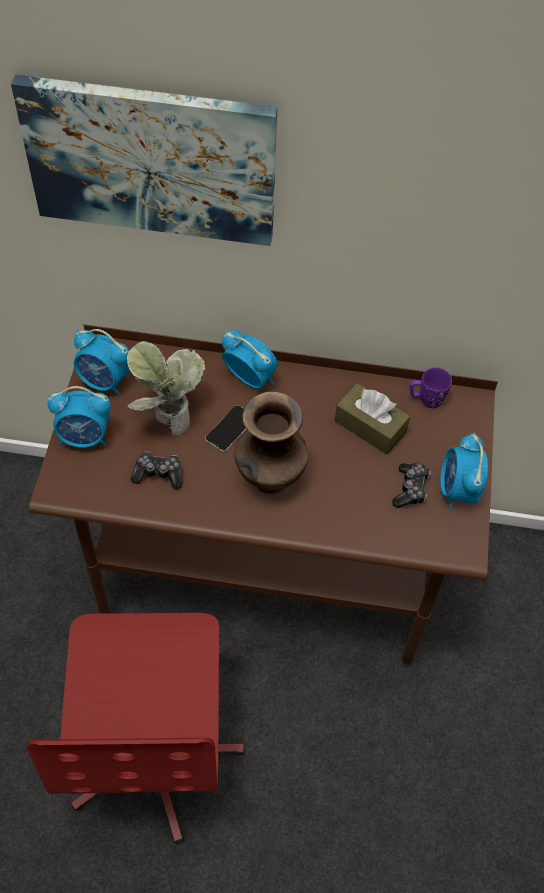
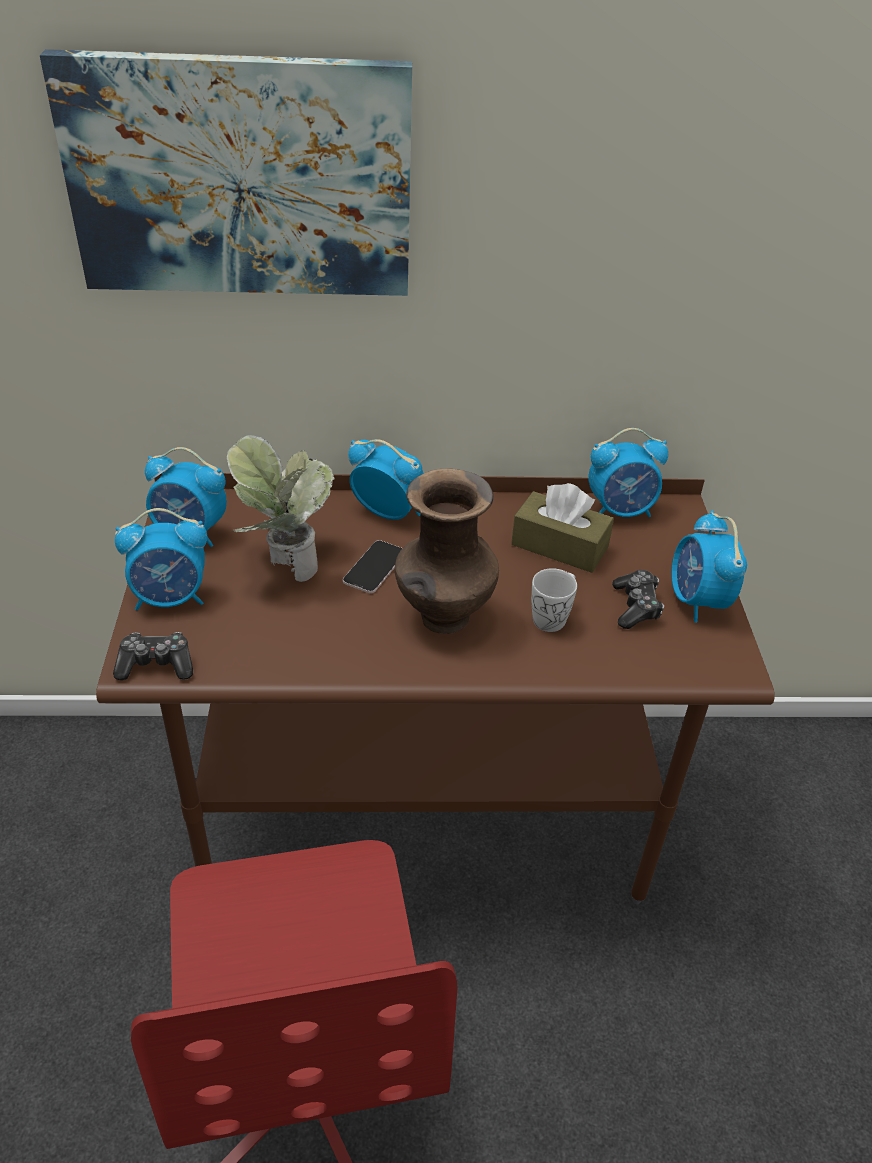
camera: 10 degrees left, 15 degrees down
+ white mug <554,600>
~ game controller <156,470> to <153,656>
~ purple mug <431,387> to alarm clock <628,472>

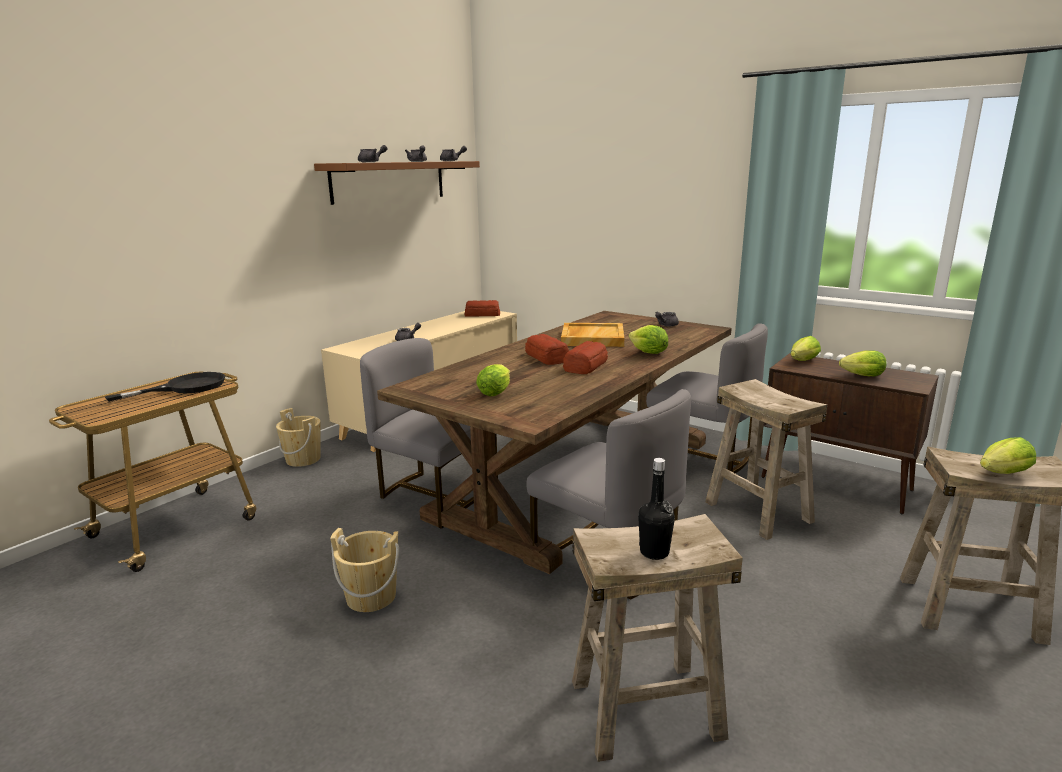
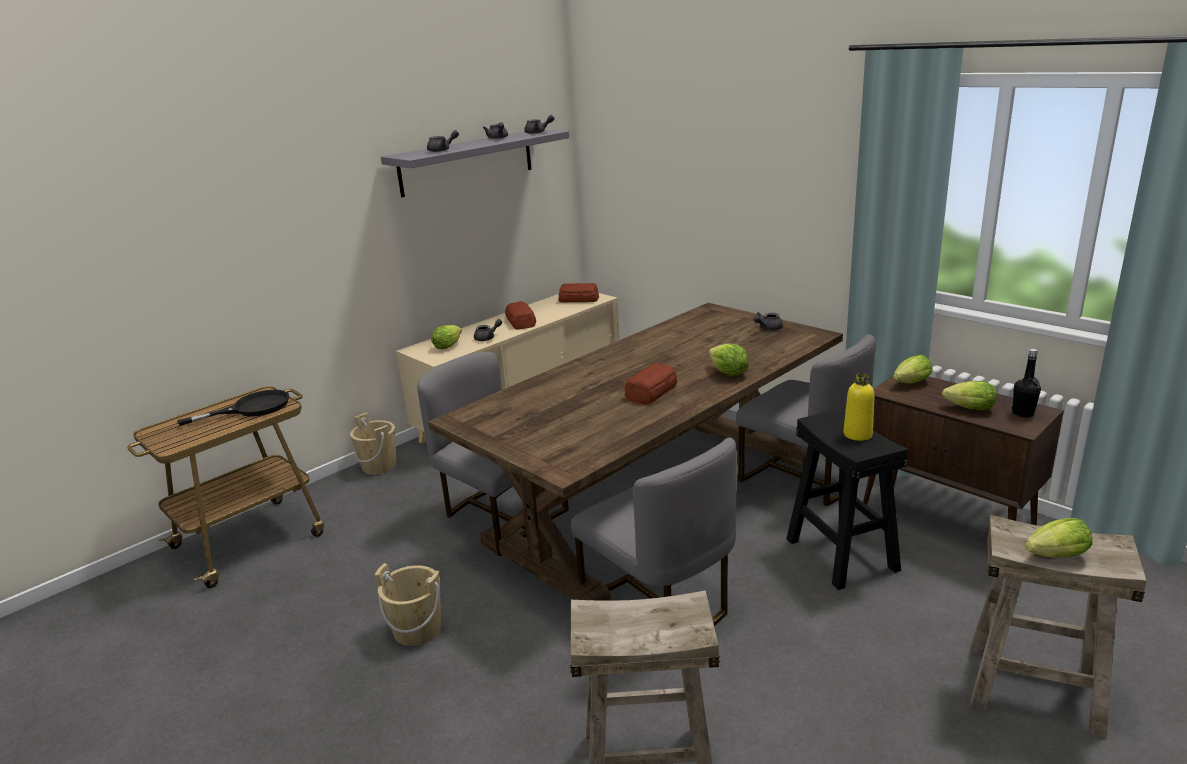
camera: 10 degrees right, 5 degrees up
- beige tray <592,335>
+ yellow bottle <858,407>
~ lettuce <493,380> to <446,337>
~ bread <547,349> to <520,315>
~ black bottle <656,509> to <1026,383>
~ brown shelf <397,183> to grey shelf <475,163>
~ beige stool <766,459> to black stool <847,499>

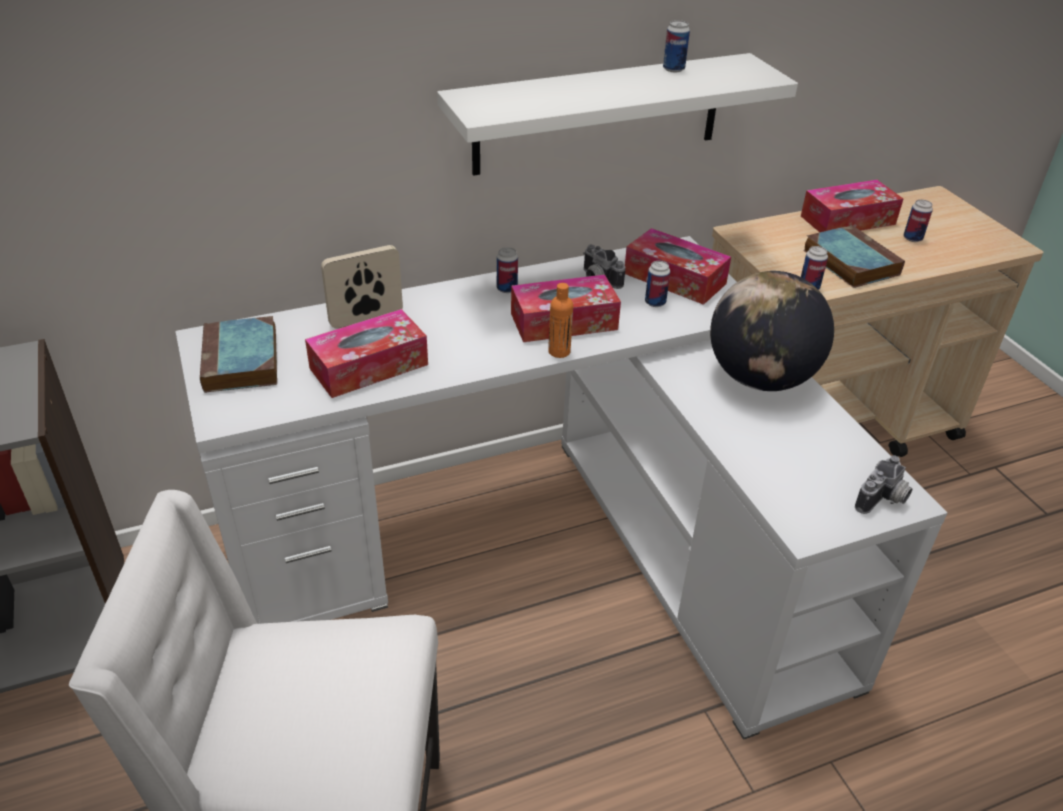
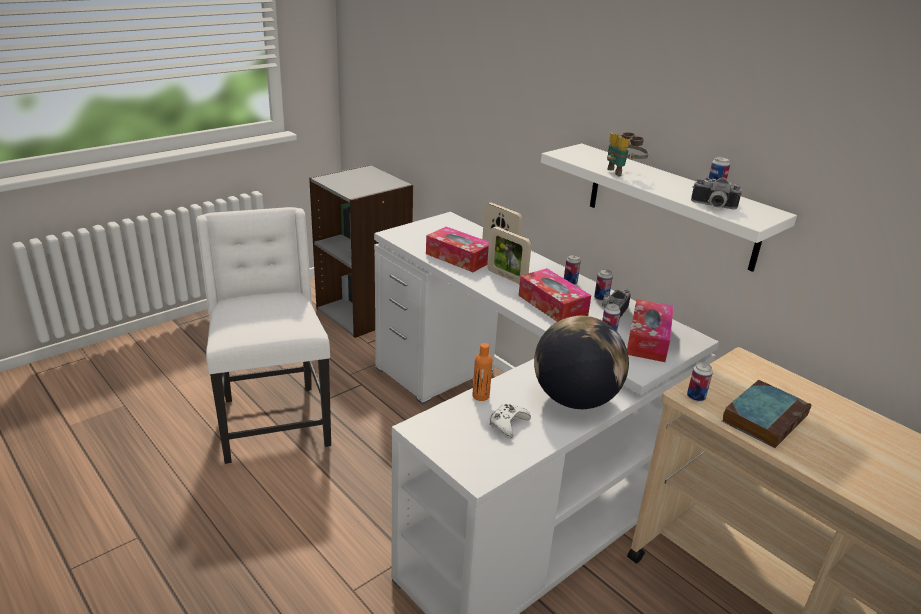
camera: 70 degrees right, 10 degrees down
- book <238,354>
- tissue box <852,206>
+ picture frame <509,255>
+ white game controller <510,421>
+ binoculars <628,154>
~ orange bottle <560,320> to <482,372>
~ photo camera <884,484> to <716,193>
~ can <918,220> to <603,285>

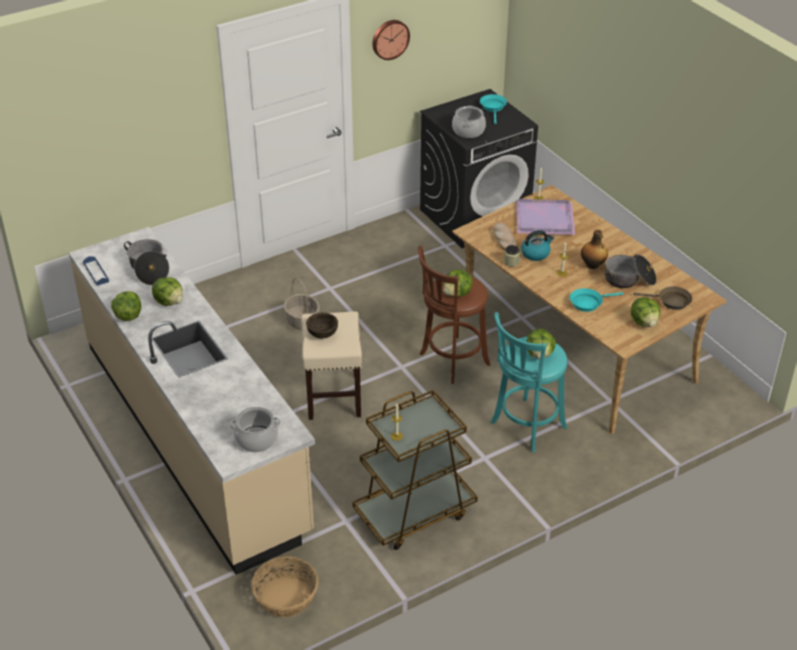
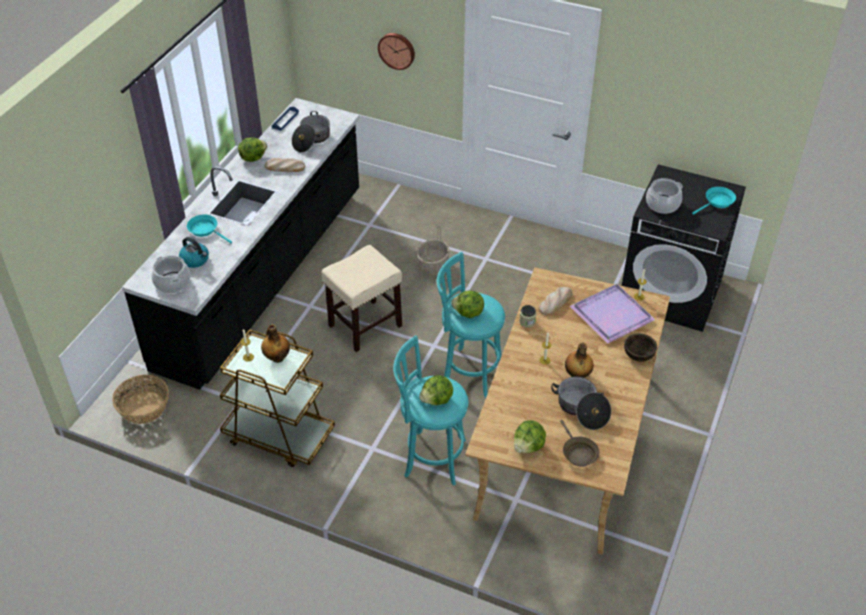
camera: 55 degrees right, 5 degrees up
+ bottle <275,343>
~ brown bowl <322,325> to <640,347>
~ wall clock <391,40> to <396,51>
~ kettle <537,245> to <194,252>
~ turquoise frying pan <596,300> to <209,229>
~ lettuce <167,291> to bread <285,165>
~ beige counter <192,401> to black counter <241,244>
~ brown stool <454,314> to turquoise stool <471,325>

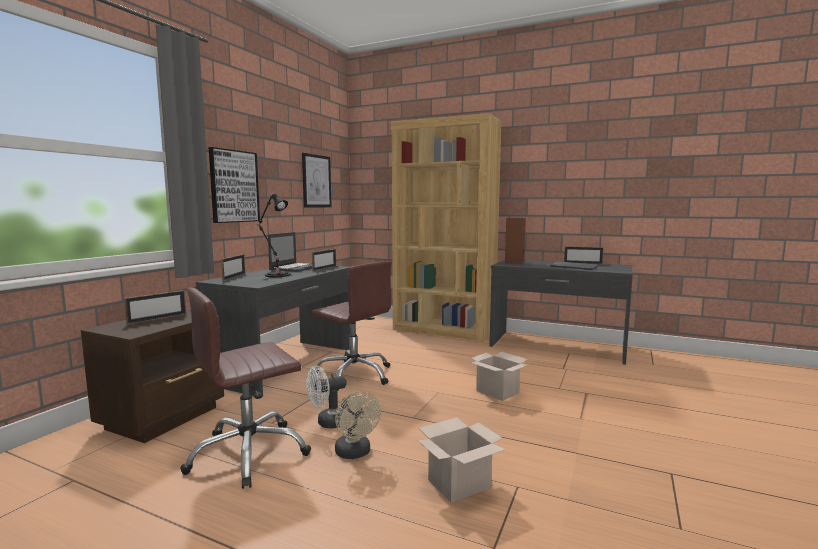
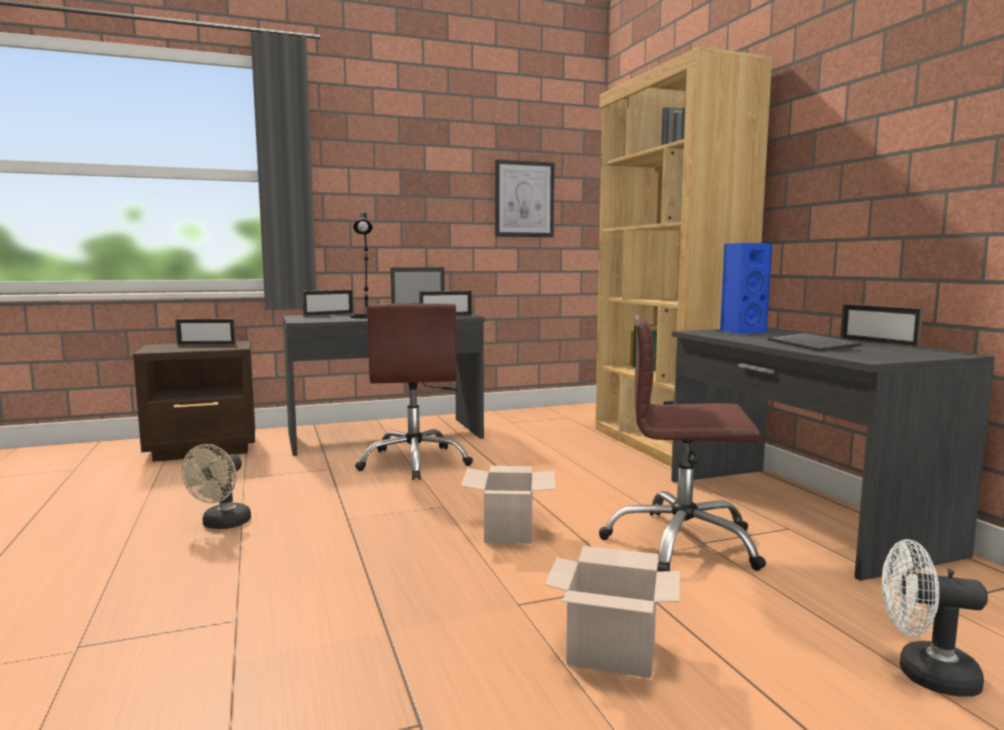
camera: 45 degrees right, 0 degrees up
- picture <234,185>
~ brown office chair <245,388> to <682,443>
~ white fan <326,397> to <935,618>
~ cardboard box <462,460> to <612,612>
~ brown speaker <515,241> to blue speaker <746,288>

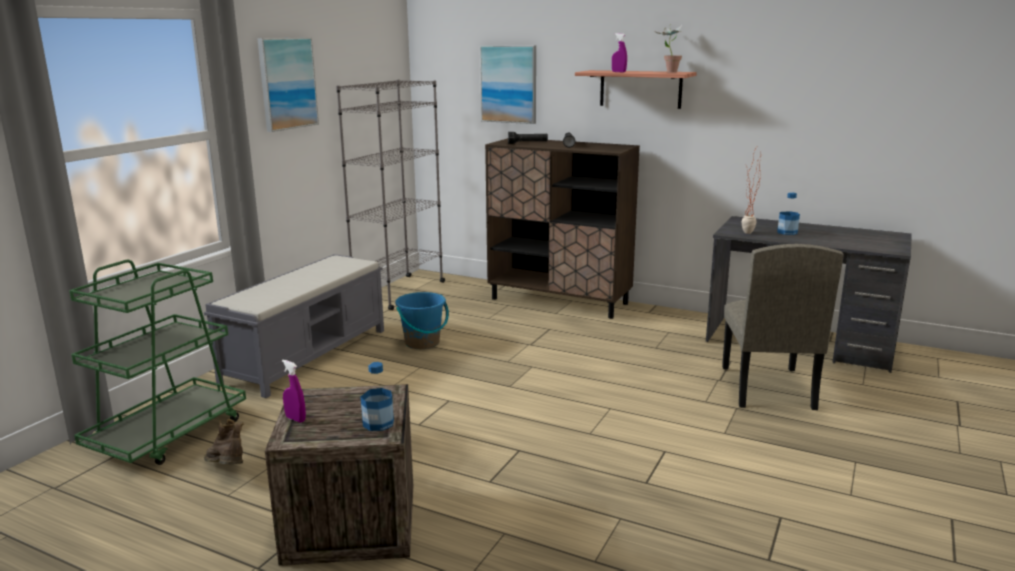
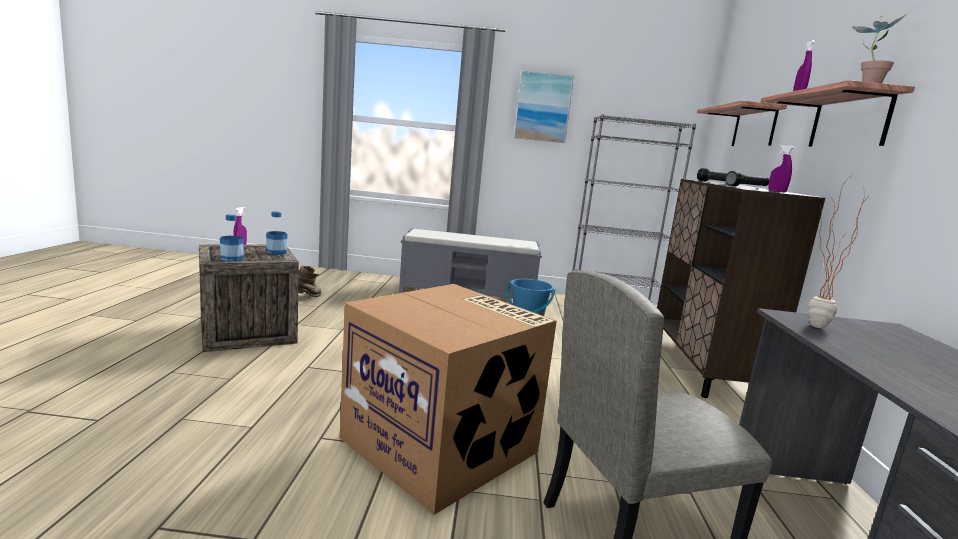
camera: 65 degrees right, 5 degrees down
- green cart <157,362>
+ cardboard box <448,399>
+ purple spray bottle <781,168>
~ bottle <788,213> to <276,233>
~ picture <508,84> to shelf <742,123>

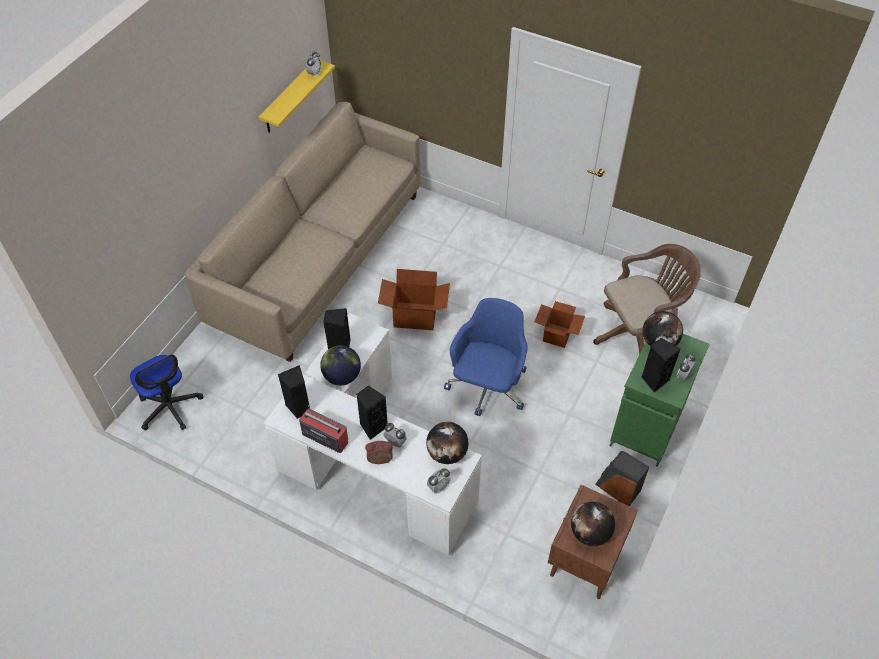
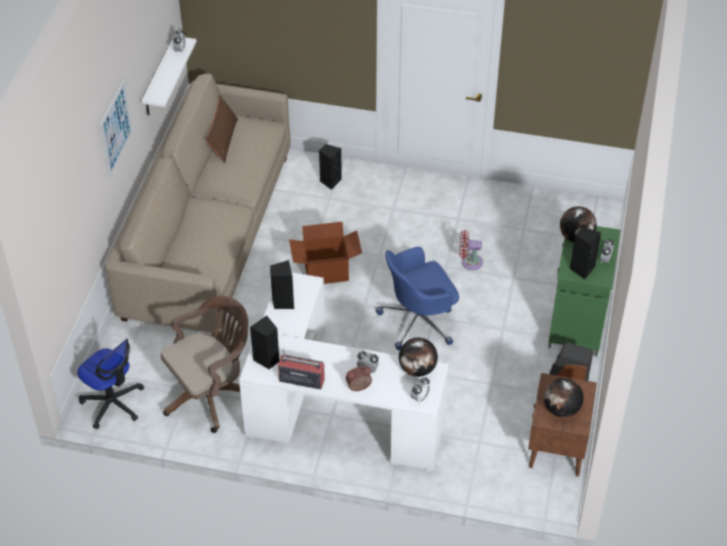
camera: 15 degrees left, 5 degrees down
- globe <340,365>
+ picture <116,128>
+ brown pillow <222,130>
~ black speaker <372,413> to <330,167>
~ brown office chair <647,299> to <204,364>
~ cardboard box <559,324> to red fan <471,250>
~ yellow shelf <297,96> to white shelf <169,76>
~ blue office chair <485,357> = <417,298> 120 degrees counterclockwise

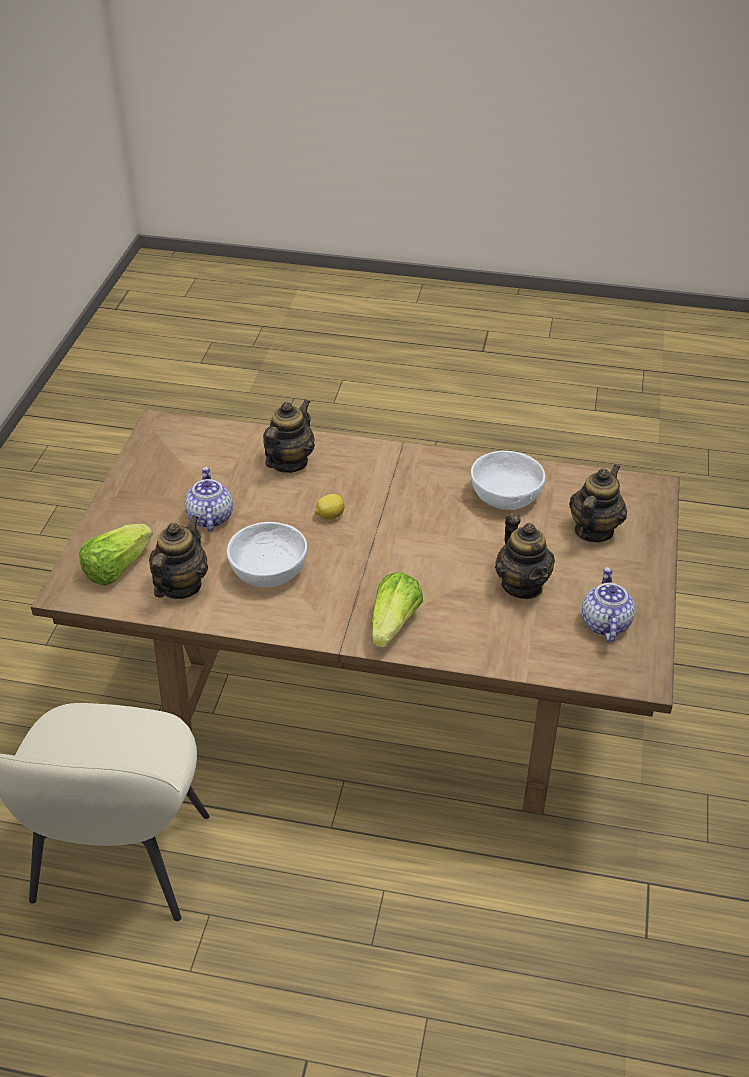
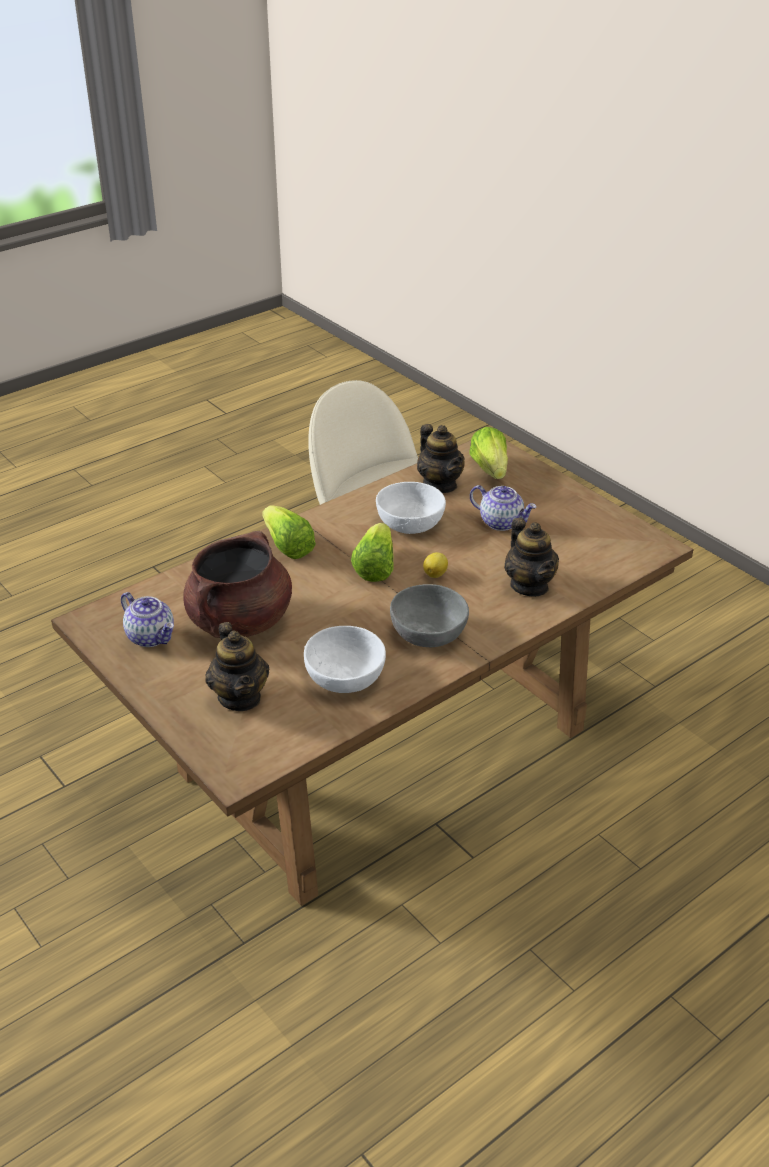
camera: 130 degrees right, 5 degrees down
+ lettuce <372,552>
+ grey bowl <429,615>
~ teapot <525,556> to brown cooking pot <237,584>

